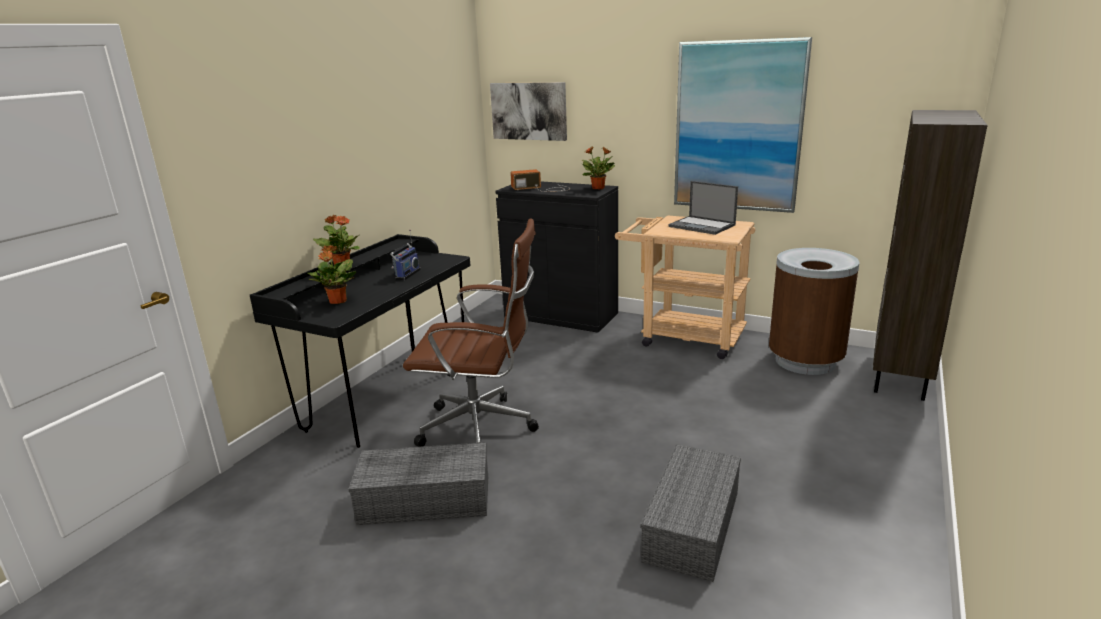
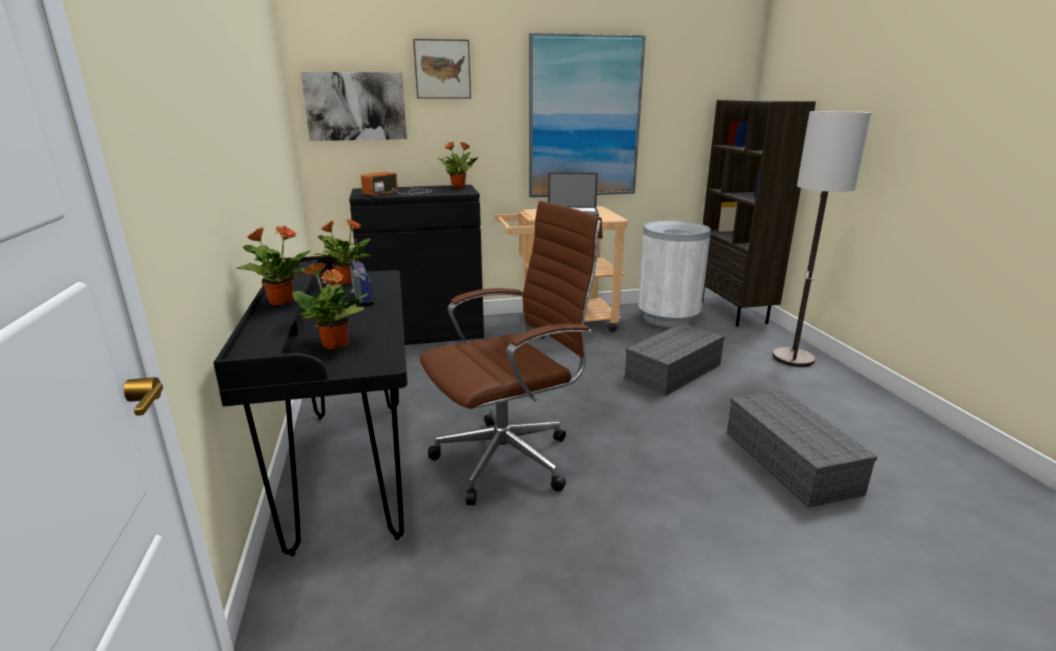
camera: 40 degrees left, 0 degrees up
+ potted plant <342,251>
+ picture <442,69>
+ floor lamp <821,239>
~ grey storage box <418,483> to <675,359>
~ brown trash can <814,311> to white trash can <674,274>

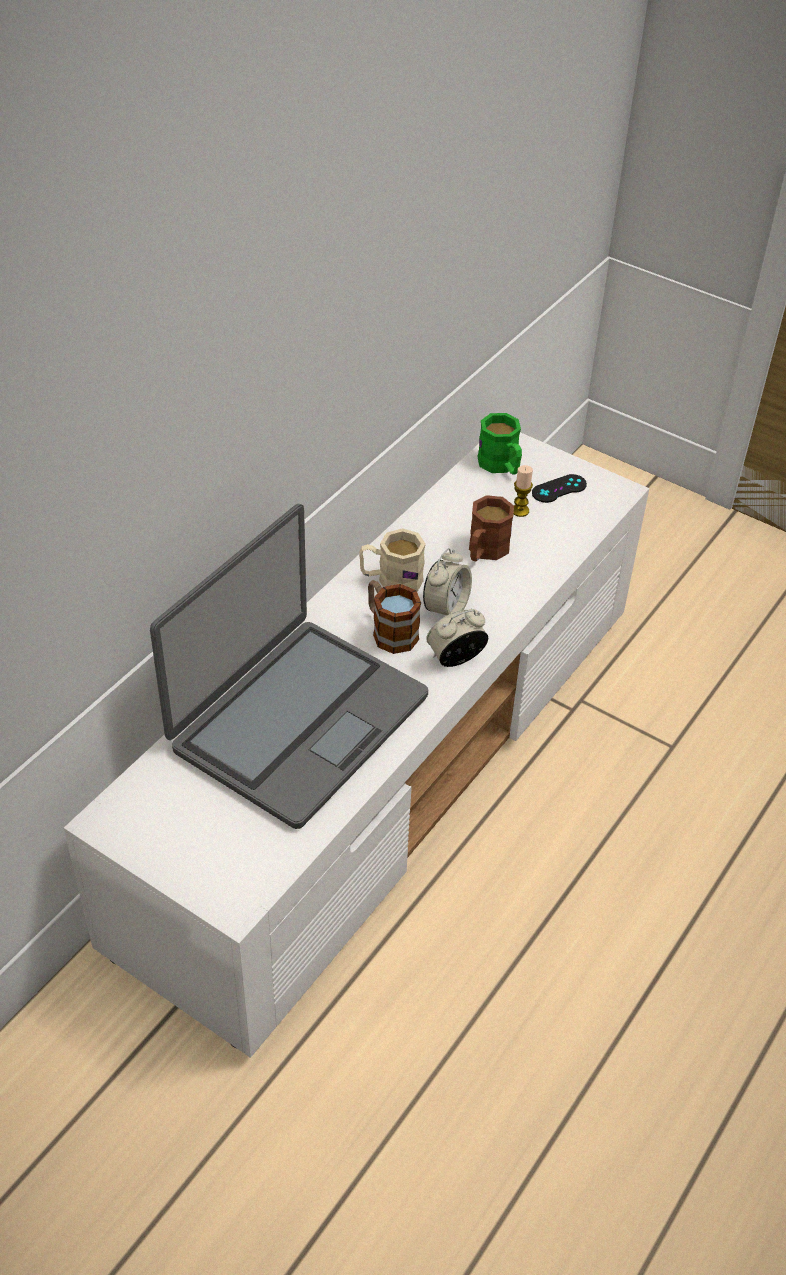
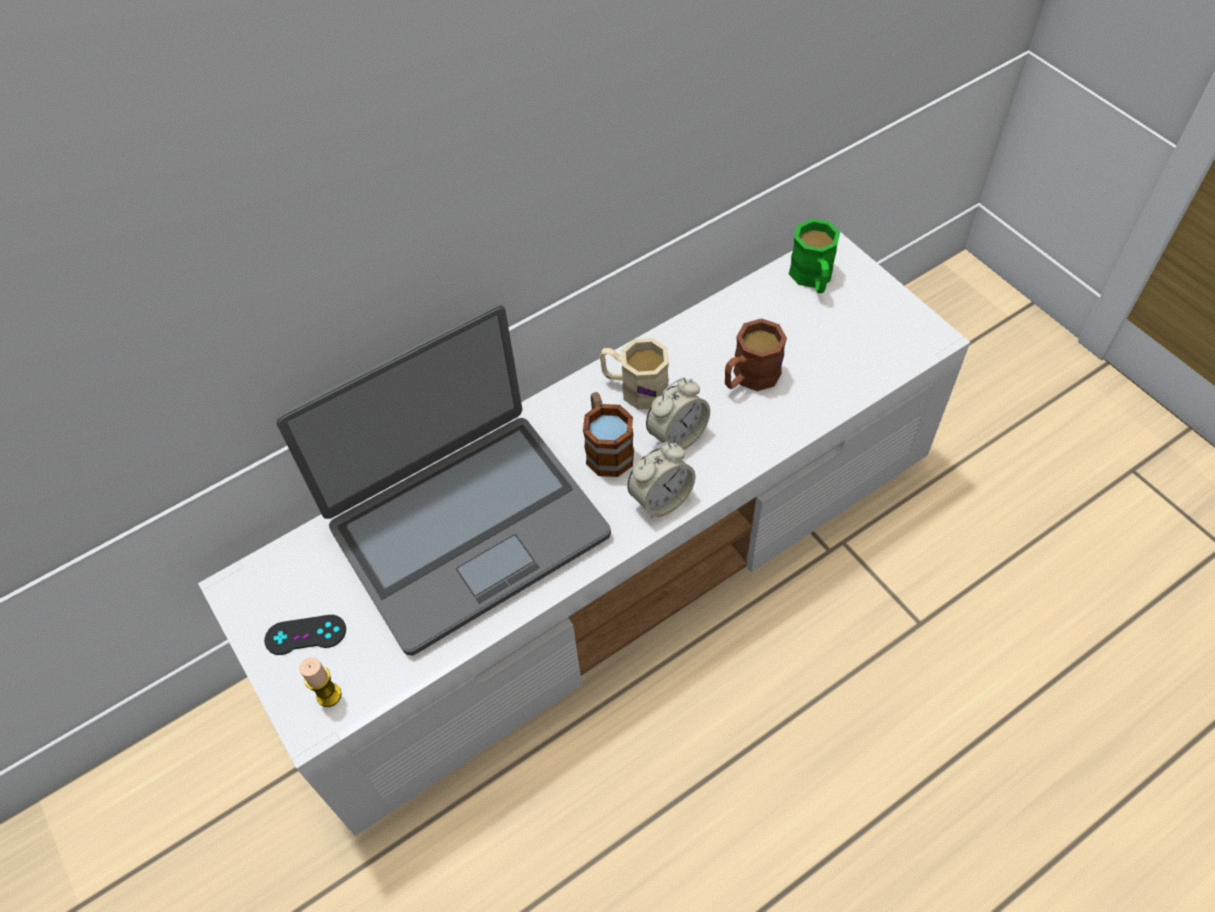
camera: 25 degrees right, 10 degrees up
~ candle <523,491> to <320,682>
~ black game controller <559,488> to <305,635>
~ alarm clock <457,638> = <661,480> 150 degrees clockwise

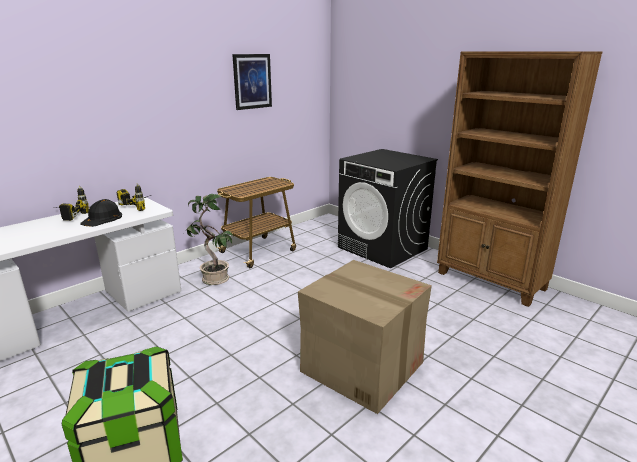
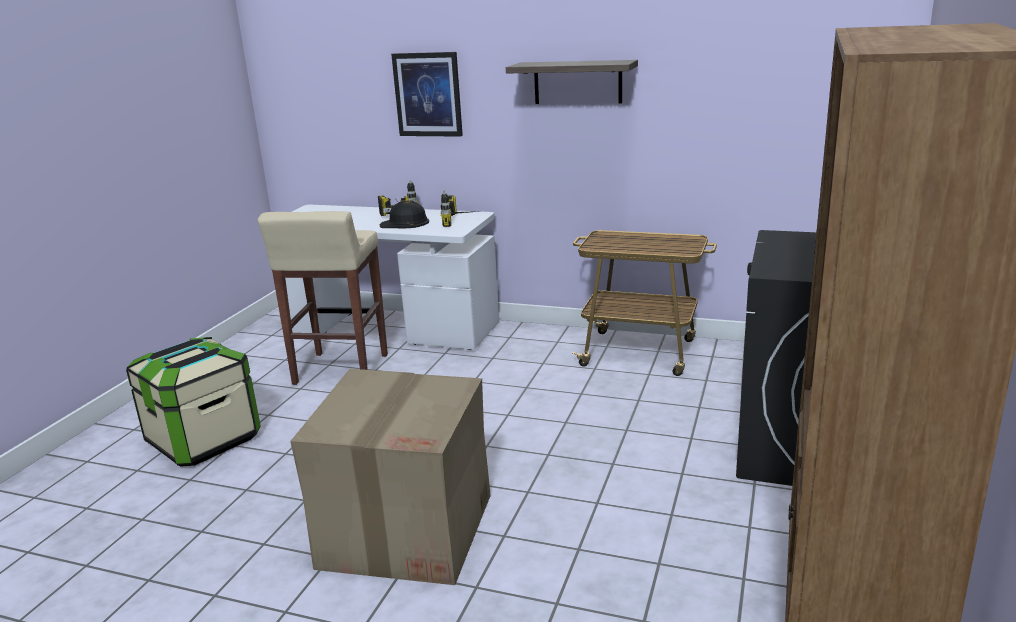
camera: 65 degrees right, 0 degrees up
- potted plant <210,239>
+ beige stool <323,298>
+ shelf <572,82>
~ picture <252,82> to <427,94>

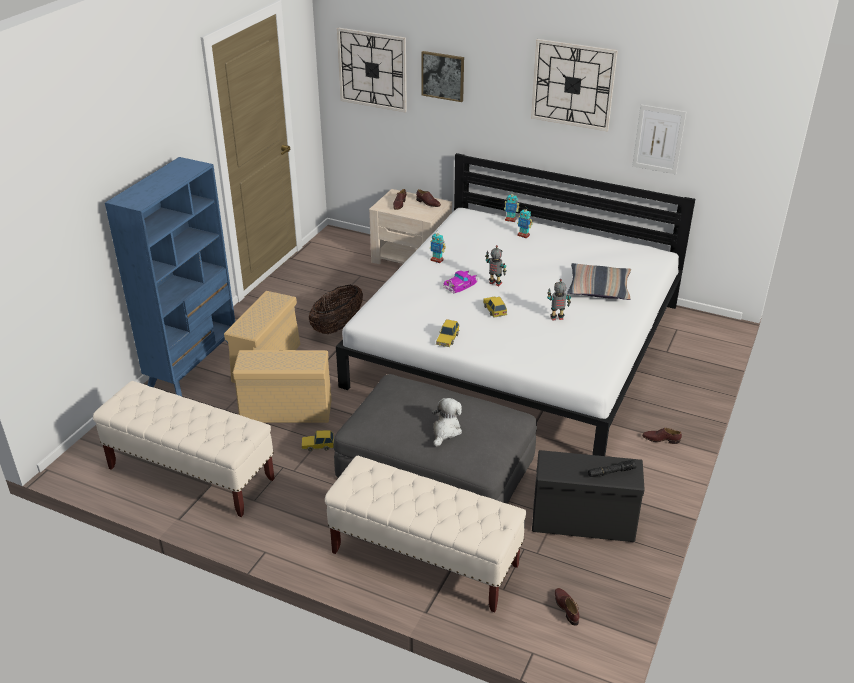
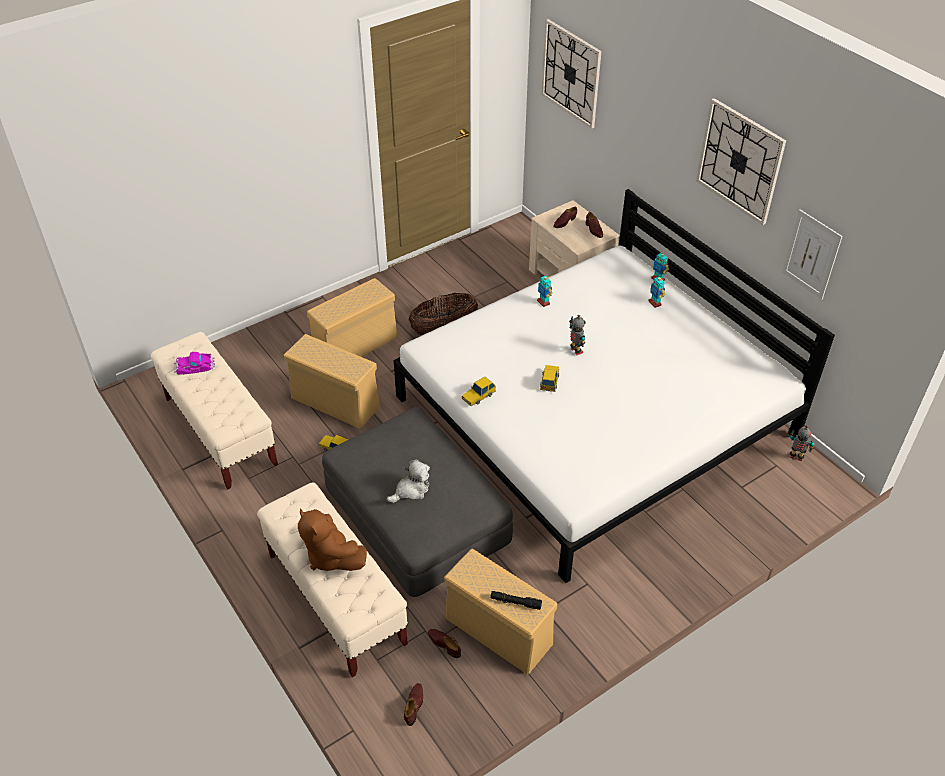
camera: 30 degrees right, 10 degrees up
- blue bookcase <170,276>
- picture <442,76>
- pillow <599,281>
+ brown plush toy <332,539>
~ toy car <460,282> to <194,363>
~ toy robot <559,299> to <802,443>
~ brown shoe <662,436> to <444,643>
~ black storage box <588,496> to beige storage box <500,611>

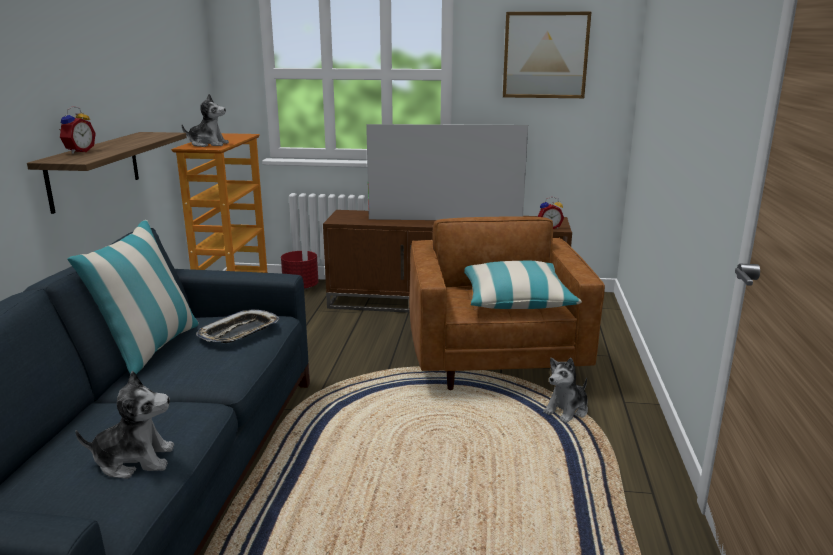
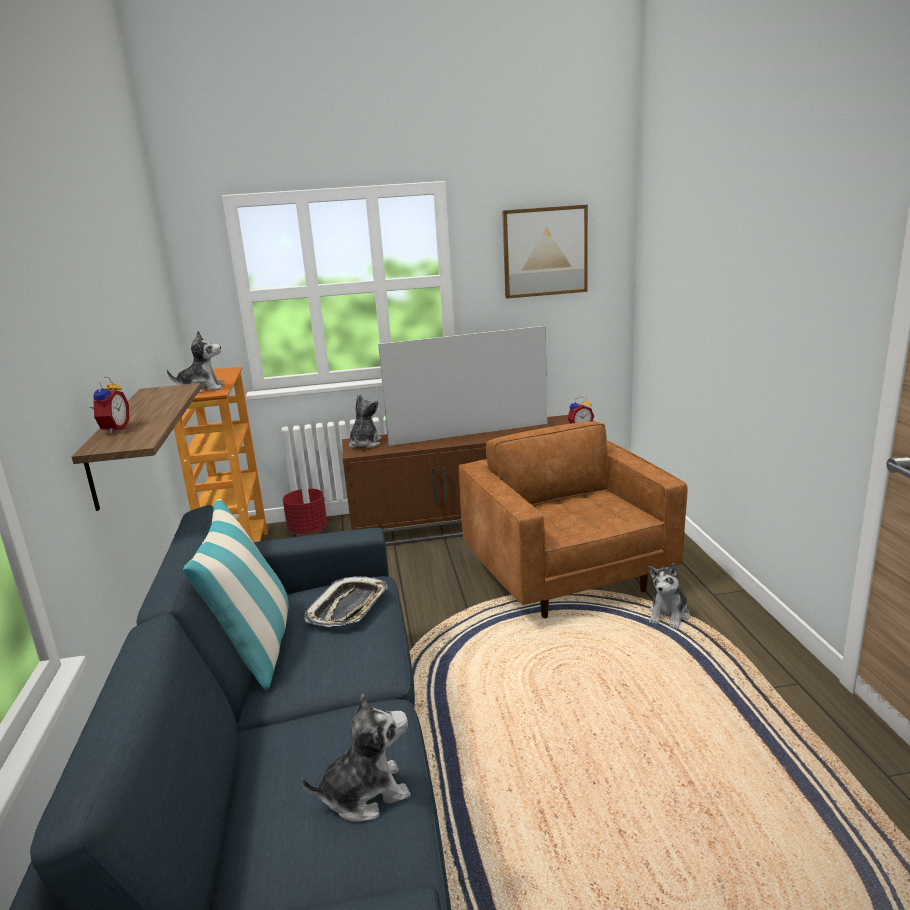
camera: 15 degrees left, 0 degrees up
- pillow <523,285>
+ plush toy <365,421>

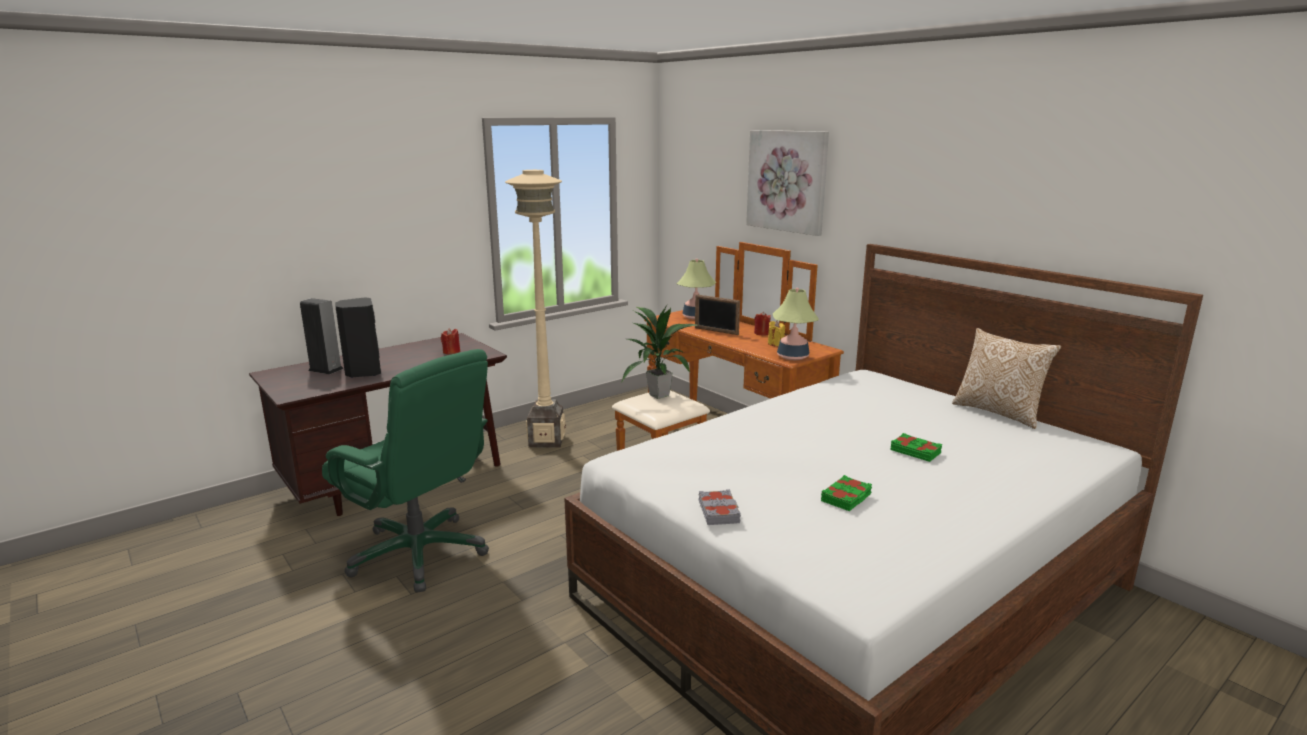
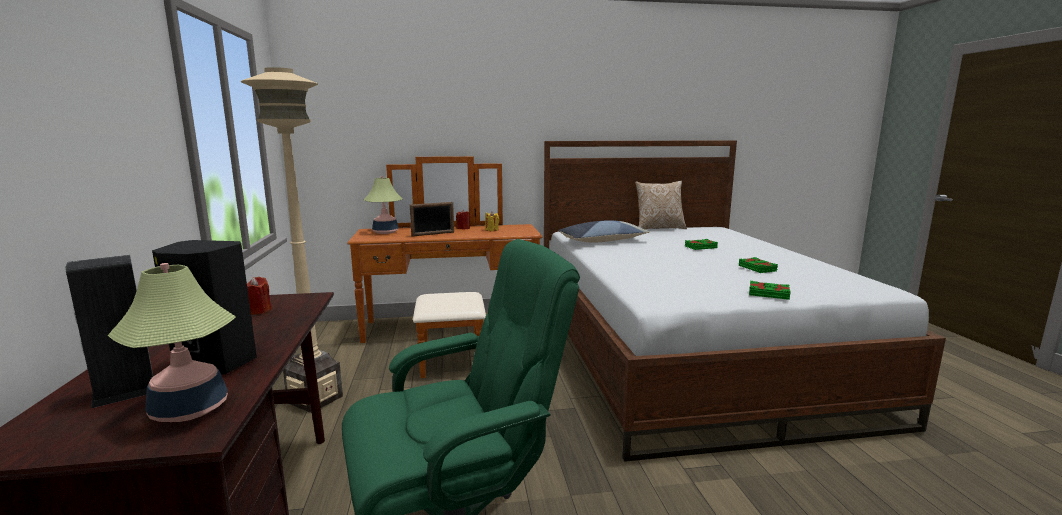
camera: 60 degrees left, 5 degrees down
- potted plant <659,352>
- picture <787,183>
+ pillow <604,231>
~ table lamp <796,324> to <172,342>
~ grey book <719,507> to green book <770,290>

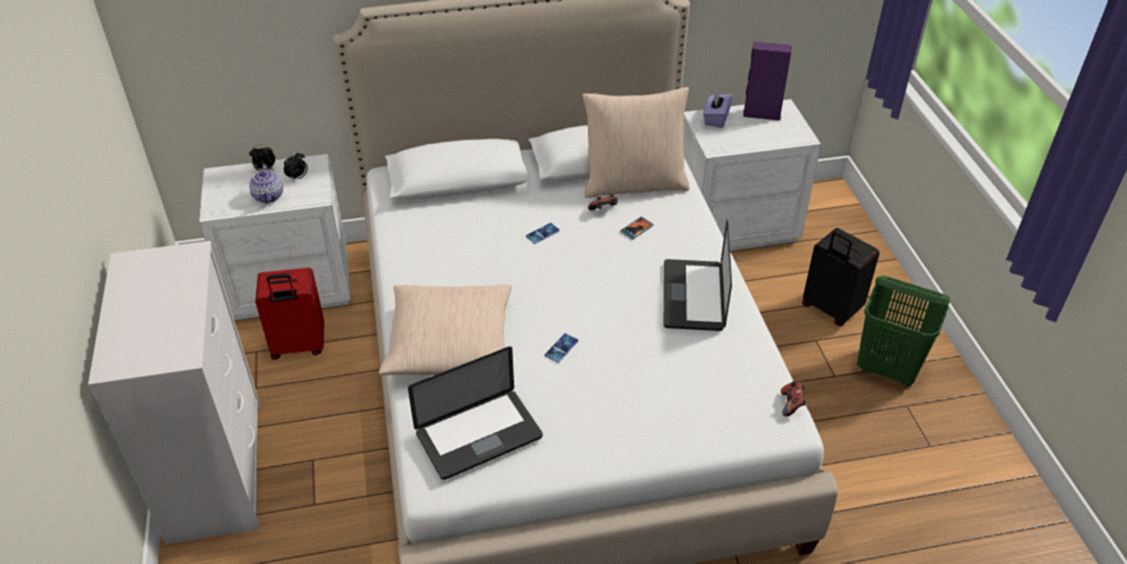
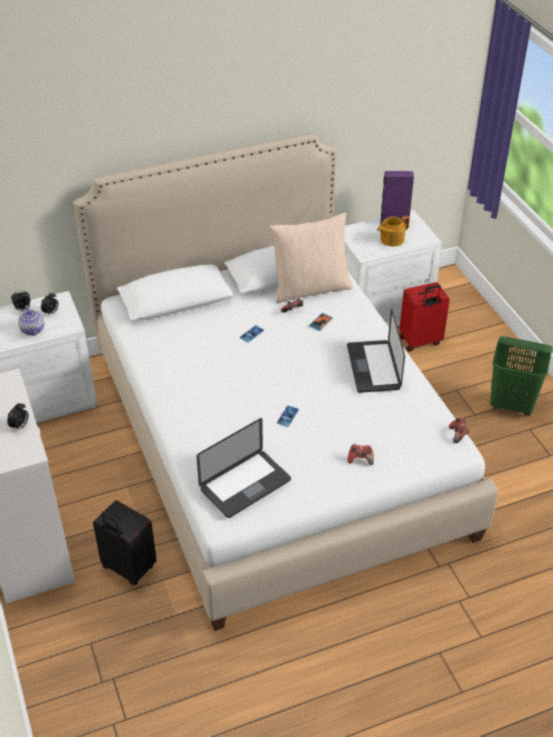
camera: 10 degrees left, 0 degrees up
- beige pillow <445,329>
- purple tissue box <718,109>
+ alarm clock <18,416>
+ game controller <361,454>
+ teapot <393,231>
~ red suitcase <289,314> to <424,317>
~ black suitcase <841,277> to <125,542>

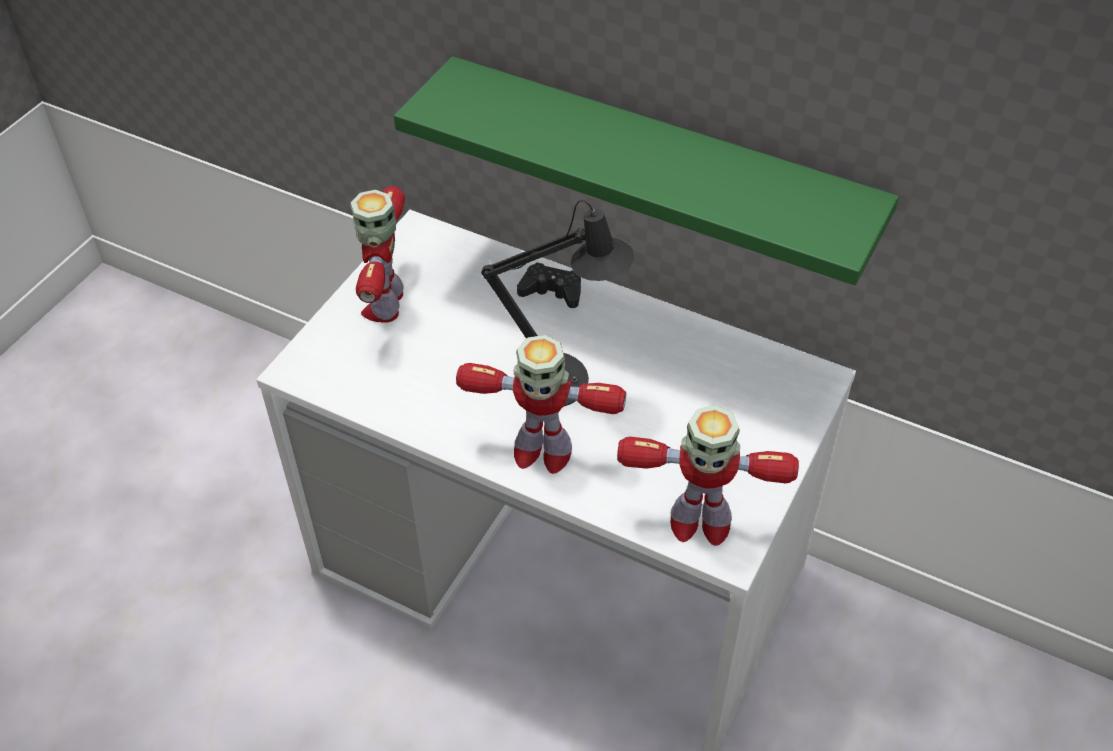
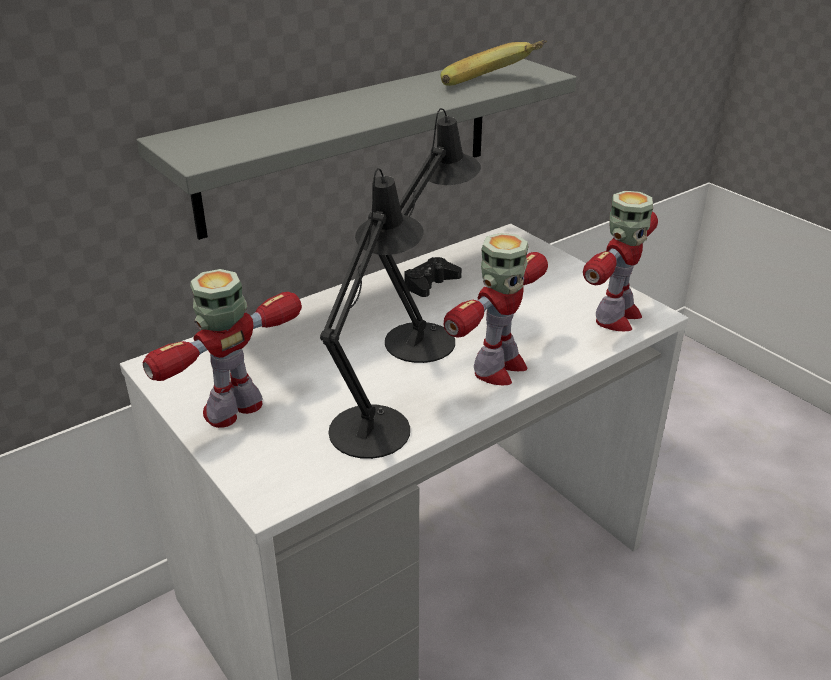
camera: 65 degrees left, 15 degrees down
+ black table lamp <372,313>
+ banana <494,63>
~ black game controller <549,285> to <433,277>
~ green shelf <646,170> to grey shelf <357,149>
~ toy robot <377,254> = <222,348> 105 degrees clockwise

